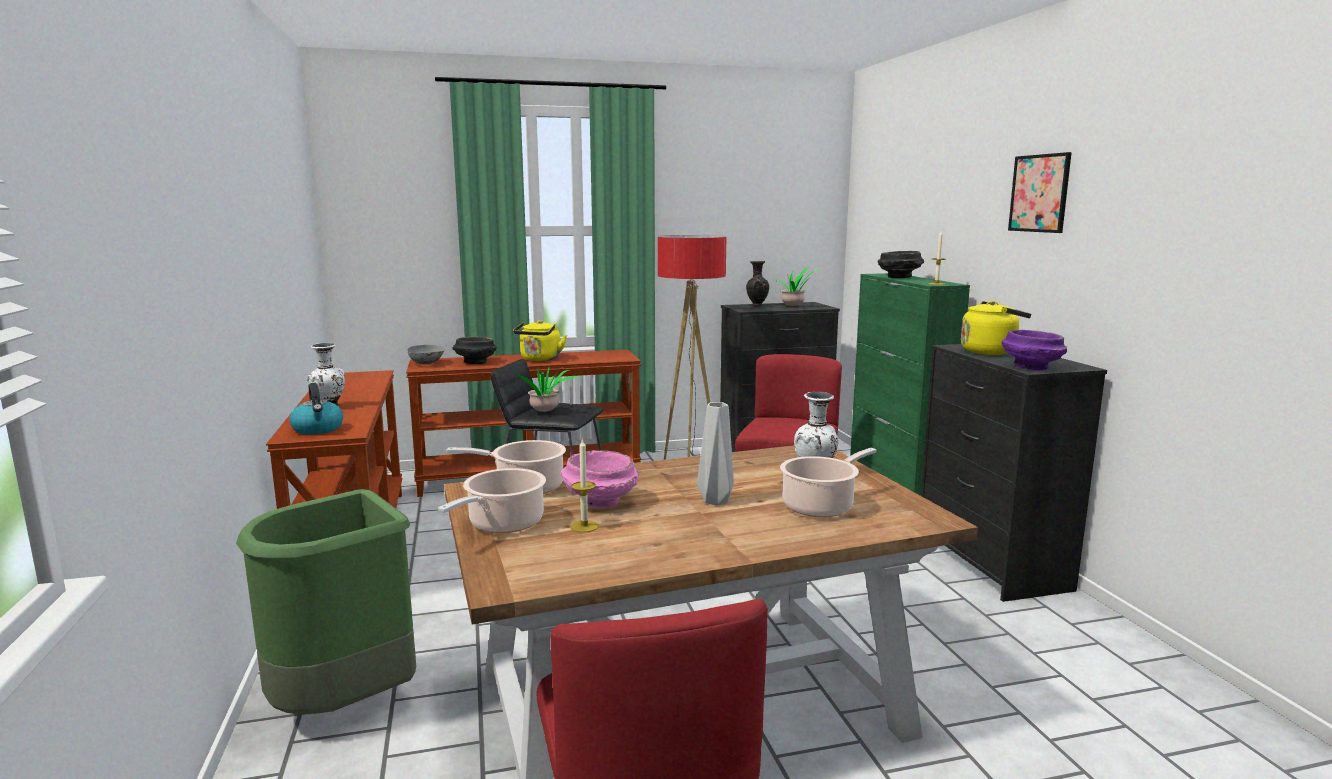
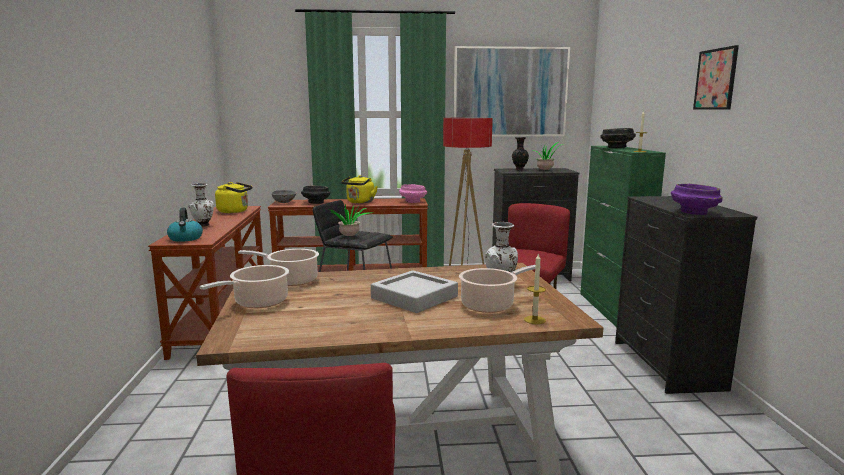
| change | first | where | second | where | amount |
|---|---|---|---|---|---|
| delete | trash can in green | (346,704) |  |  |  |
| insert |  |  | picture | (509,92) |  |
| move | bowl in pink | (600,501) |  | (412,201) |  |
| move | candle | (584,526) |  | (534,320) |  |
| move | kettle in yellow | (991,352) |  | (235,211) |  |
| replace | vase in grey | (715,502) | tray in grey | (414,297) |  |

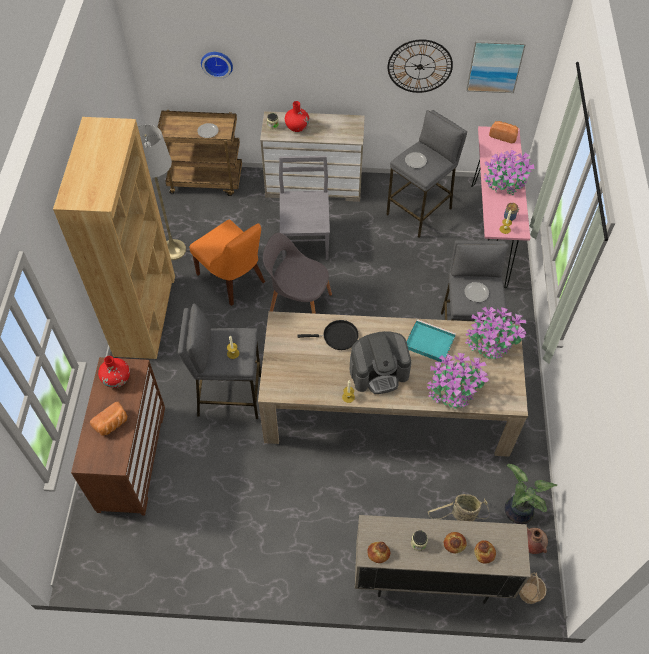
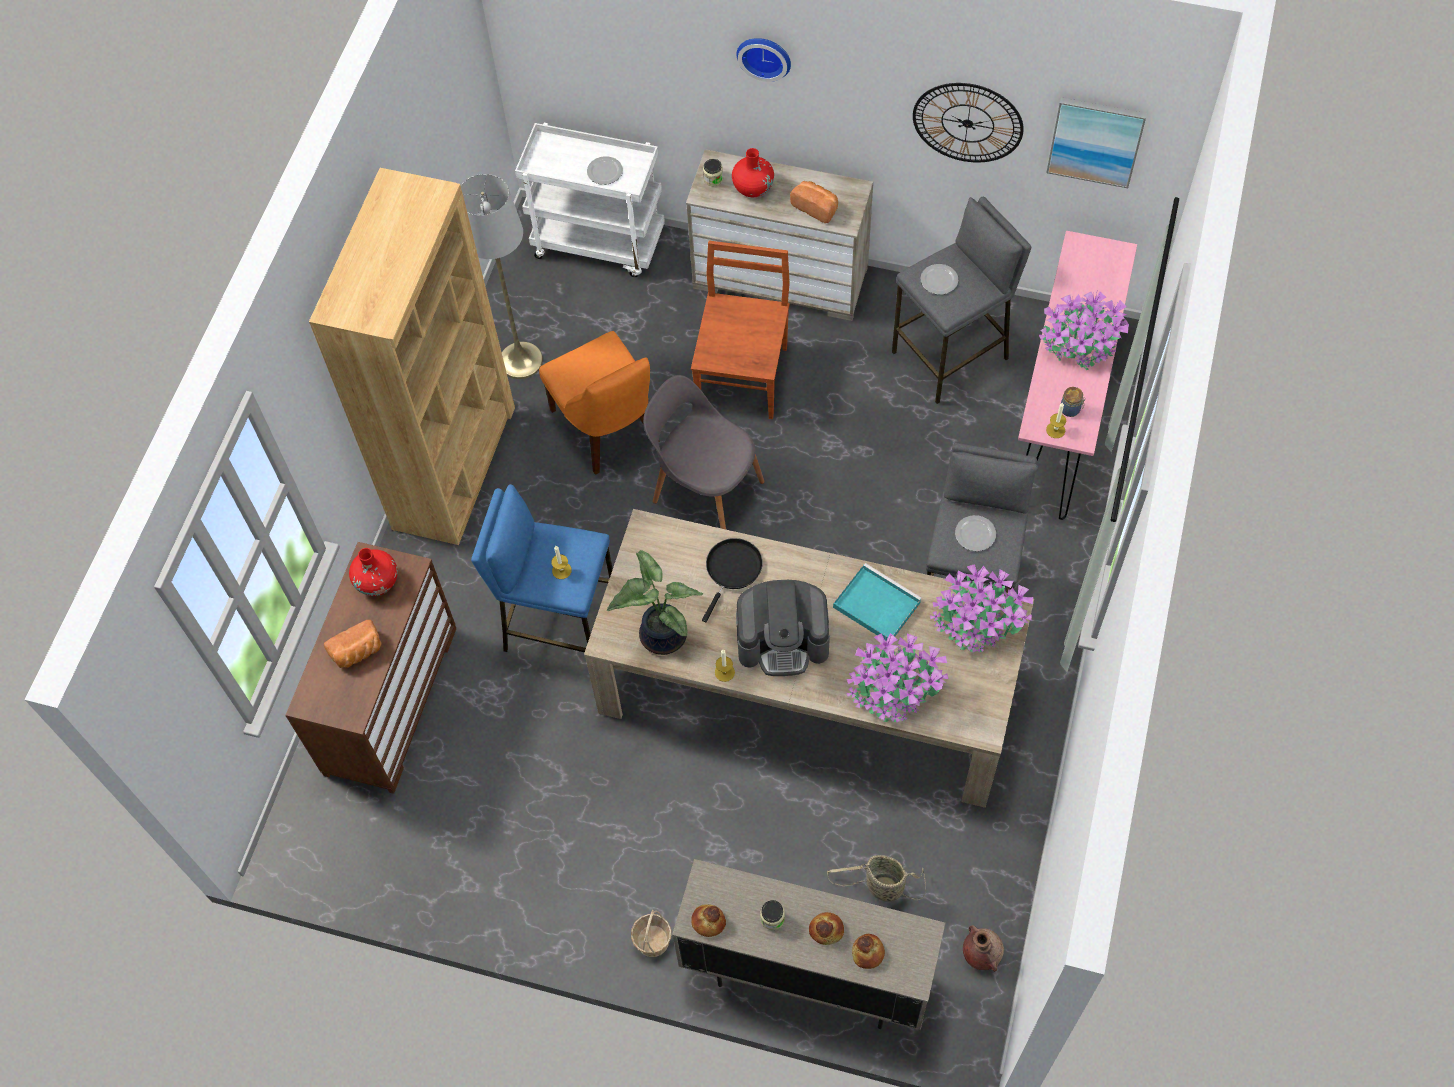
| change | first | where | second | where | amount |
|---|---|---|---|---|---|
| move | wall clock | (217,63) |  | (765,55) |  |
| move | bread | (503,136) |  | (816,207) |  |
| move | potted plant | (516,511) |  | (660,634) |  |
| move | basket | (529,593) |  | (652,941) |  |
| recolor | cart in brown | (206,181) | cart in white | (600,243) |  |
| recolor | stool in grey | (229,395) | stool in blue | (560,626) |  |
| recolor | chair in grey | (305,238) | chair in brown | (743,375) |  |
| rotate | frying pan in black | (337,337) |  | (732,570) | 75 degrees counterclockwise |

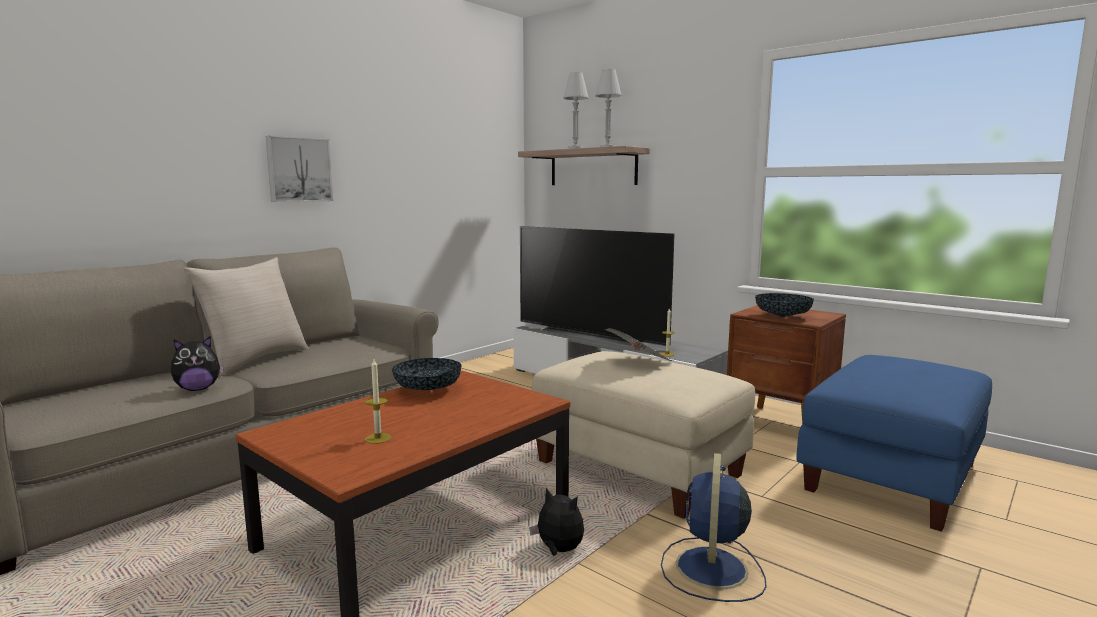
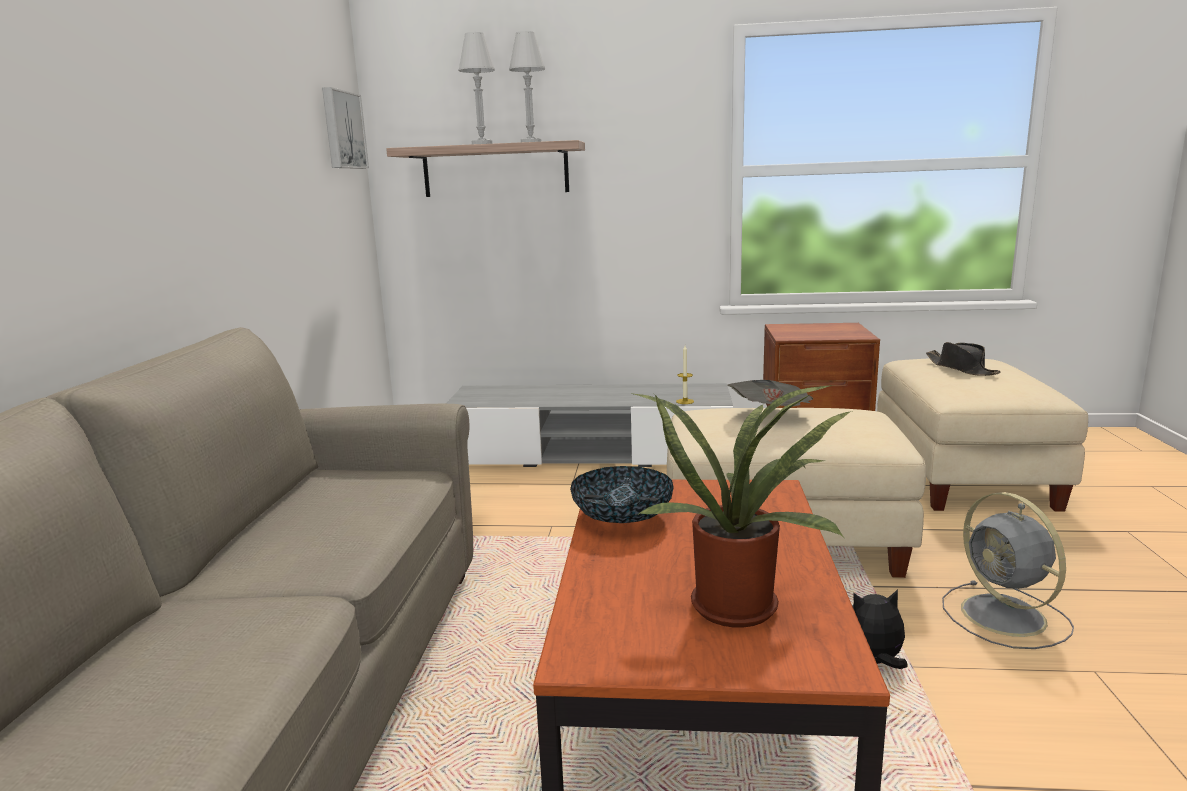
| change | first | where | second | where | amount |
|---|---|---|---|---|---|
| delete | plush toy | (198,389) |  |  |  |
| delete | pillow in beige | (255,360) |  |  |  |
| delete | television | (593,335) |  |  |  |
| delete | bowl | (782,317) |  |  |  |
| insert |  |  | hat in black | (961,368) |  |
| move | picture | (298,169) |  | (342,130) |  |
| replace | candle | (378,438) | potted plant | (738,603) |  |
| recolor | fan in blue | (711,570) | fan in grey | (1006,617) |  |
| recolor | ottoman in blue | (893,477) | ottoman in beige | (965,475) |  |

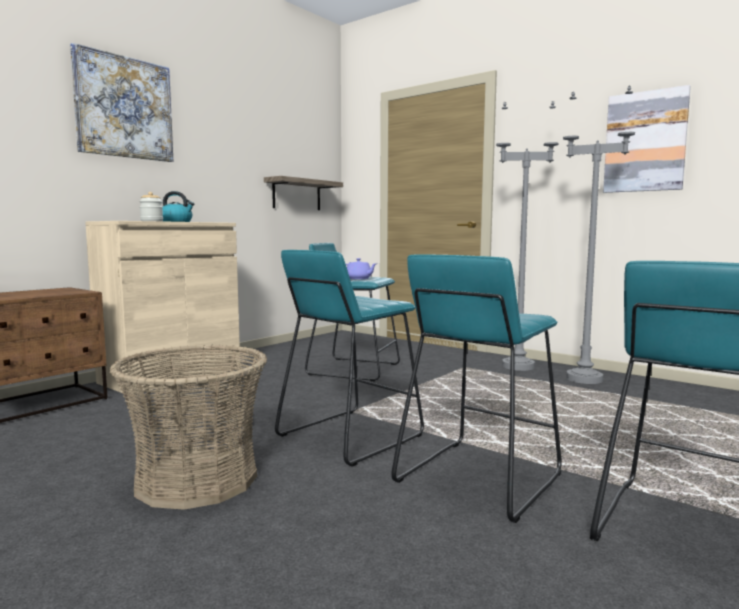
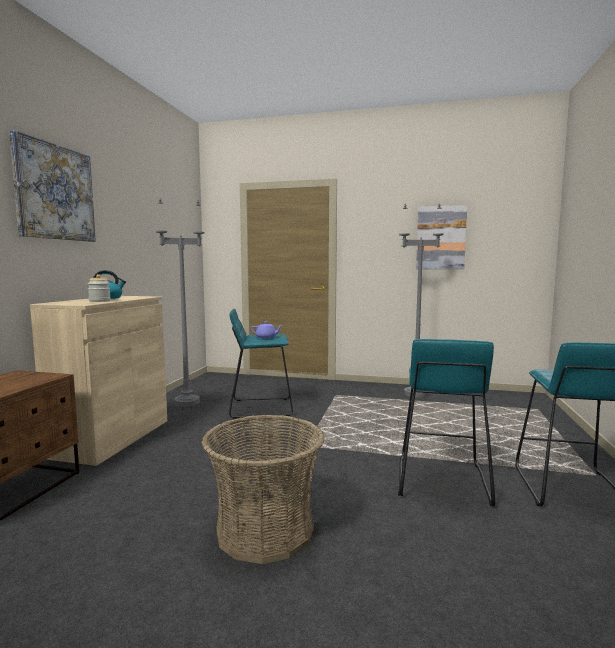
| change | first | where | second | where | amount |
|---|---|---|---|---|---|
| delete | shelf | (296,195) |  |  |  |
| delete | stool in turquoise | (349,435) |  |  |  |
| move | floor lamp in grey | (518,366) |  | (187,402) |  |

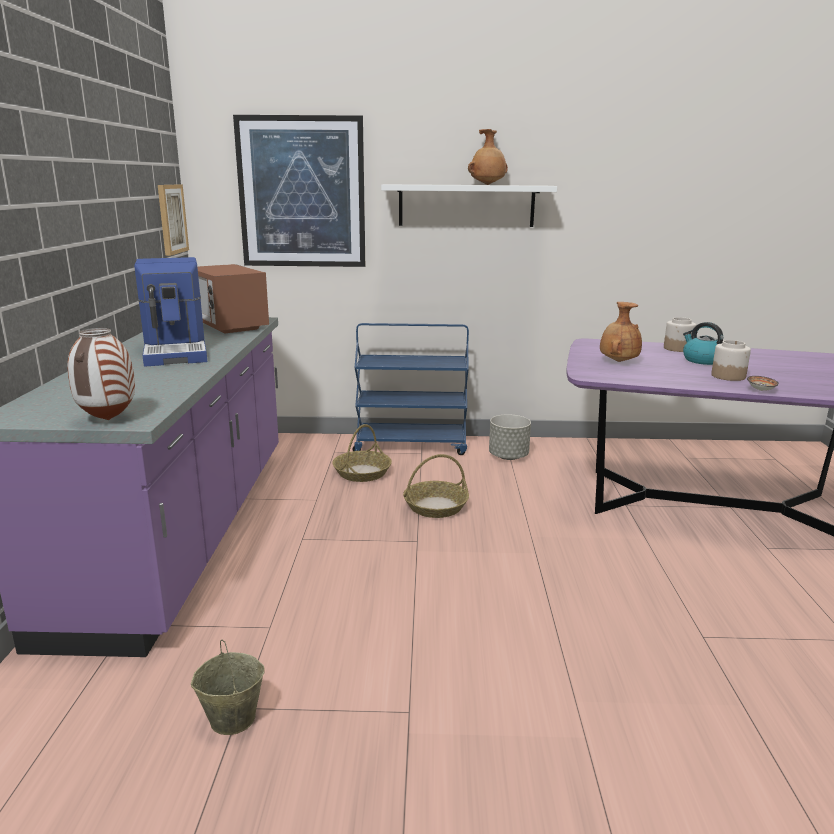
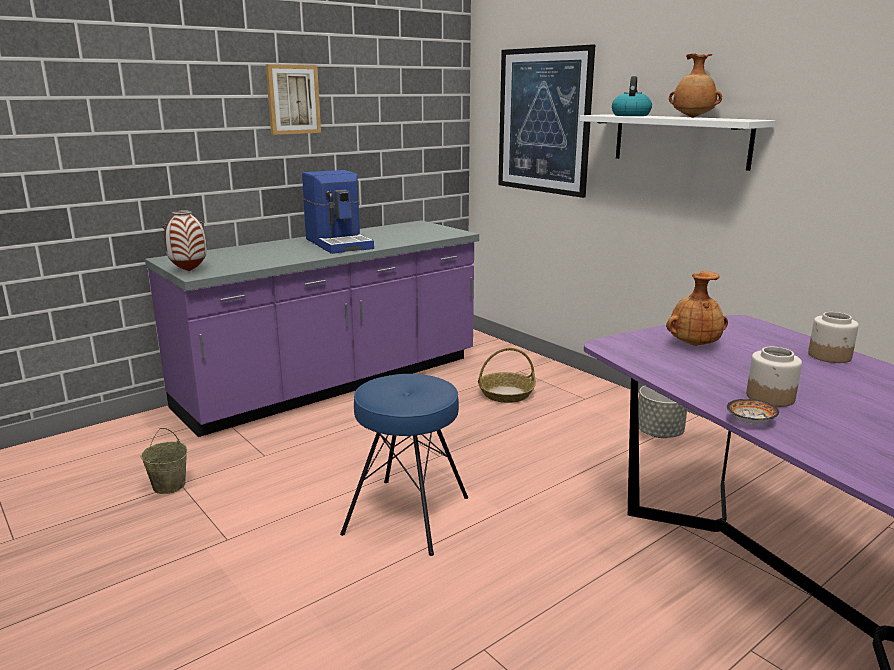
| change | first | where | second | where | amount |
|---|---|---|---|---|---|
| delete | microwave | (229,326) |  |  |  |
| delete | cart in blue | (411,445) |  |  |  |
| delete | basket | (436,506) |  |  |  |
| insert |  |  | stool in blue | (408,515) |  |
| move | picture | (171,219) |  | (293,99) |  |
| move | kettle | (702,360) |  | (630,115) |  |
| rotate | coffee machine | (177,352) |  | (339,243) | 60 degrees counterclockwise |

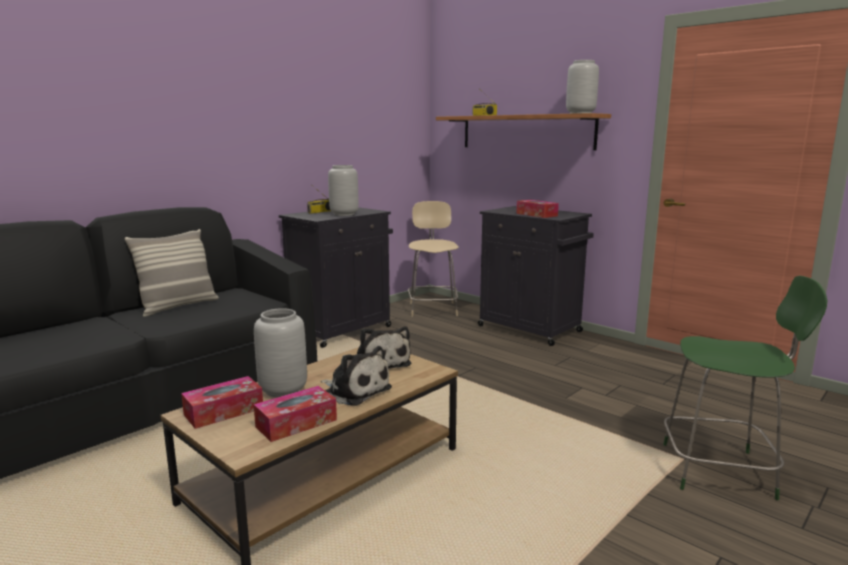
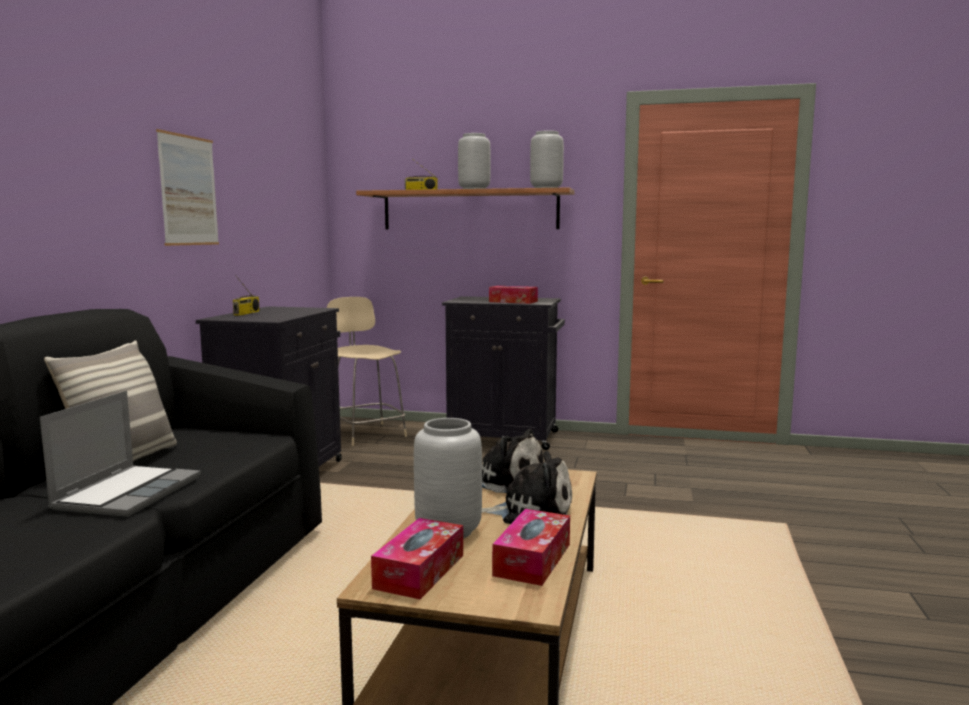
| change | first | where | second | where | amount |
|---|---|---|---|---|---|
| delete | stool in green | (721,470) |  |  |  |
| insert |  |  | laptop | (128,492) |  |
| insert |  |  | picture | (188,190) |  |
| move | vase in grey | (343,214) |  | (474,189) |  |

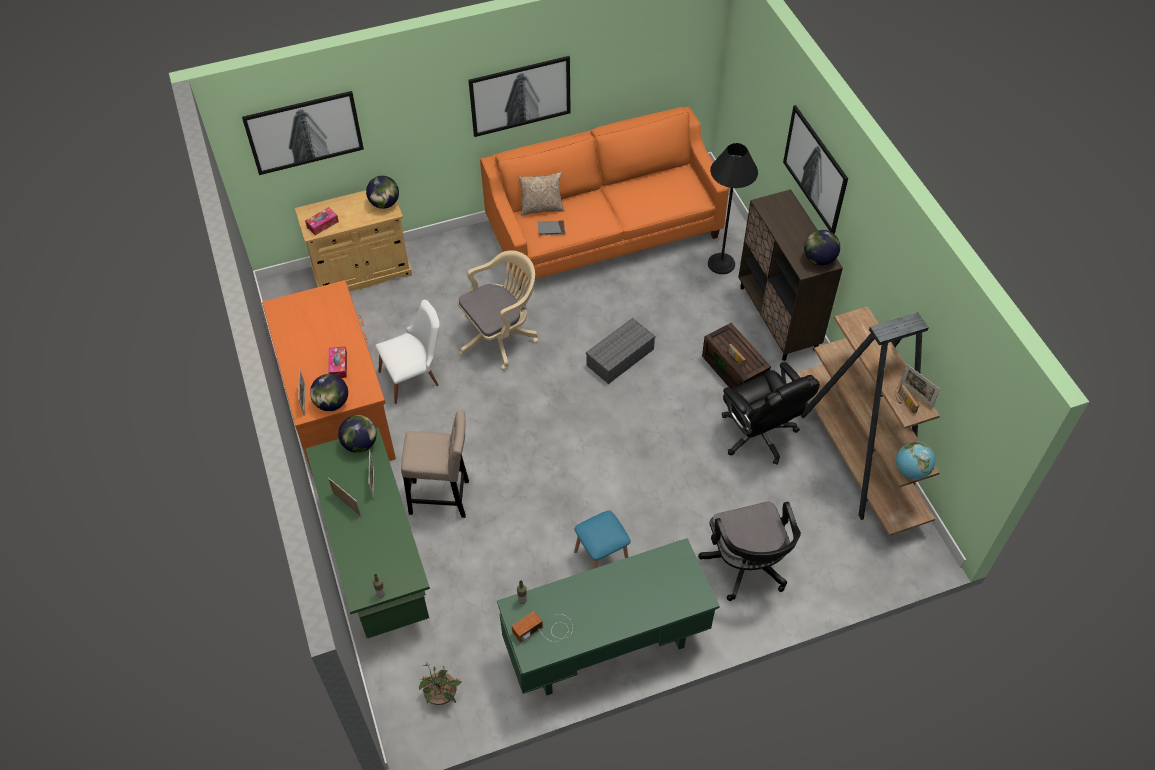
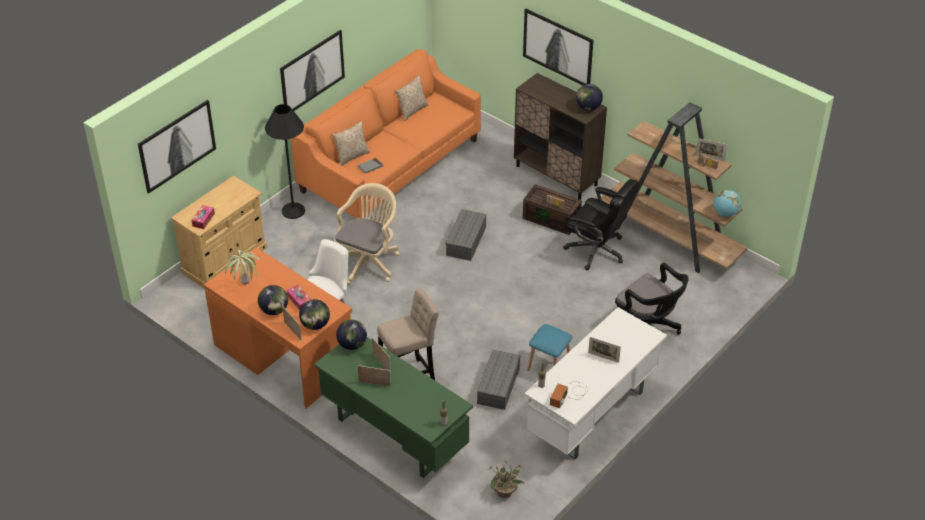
| change | first | where | second | where | amount |
|---|---|---|---|---|---|
| insert |  |  | potted plant | (245,290) |  |
| insert |  |  | pillow | (412,110) |  |
| insert |  |  | storage box in grey | (498,385) |  |
| insert |  |  | picture frame | (603,357) |  |
| move | globe | (384,203) |  | (274,310) |  |
| move | floor lamp in black | (721,264) |  | (293,211) |  |
| recolor | desk in green | (606,647) | desk in white | (592,415) |  |

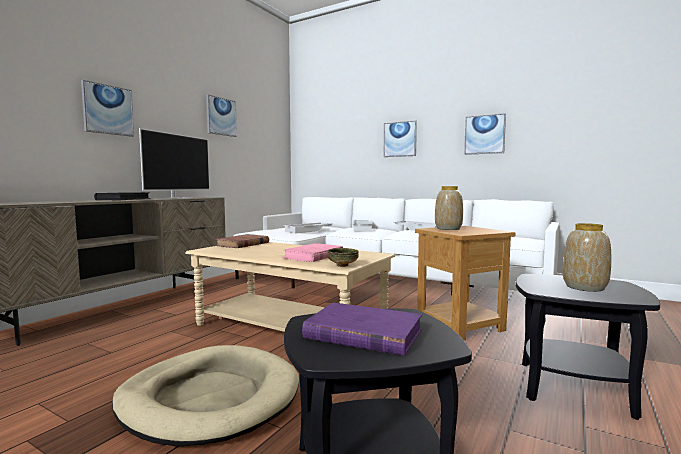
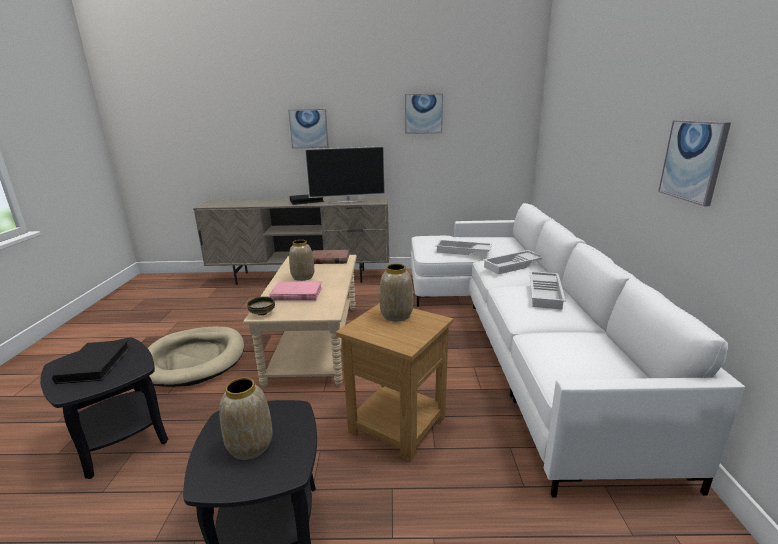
| change | first | where | second | where | amount |
|---|---|---|---|---|---|
| delete | picture | (400,139) |  |  |  |
| insert |  |  | vase | (303,277) |  |
| recolor | book in purple | (363,334) | book in black | (95,364) |  |

